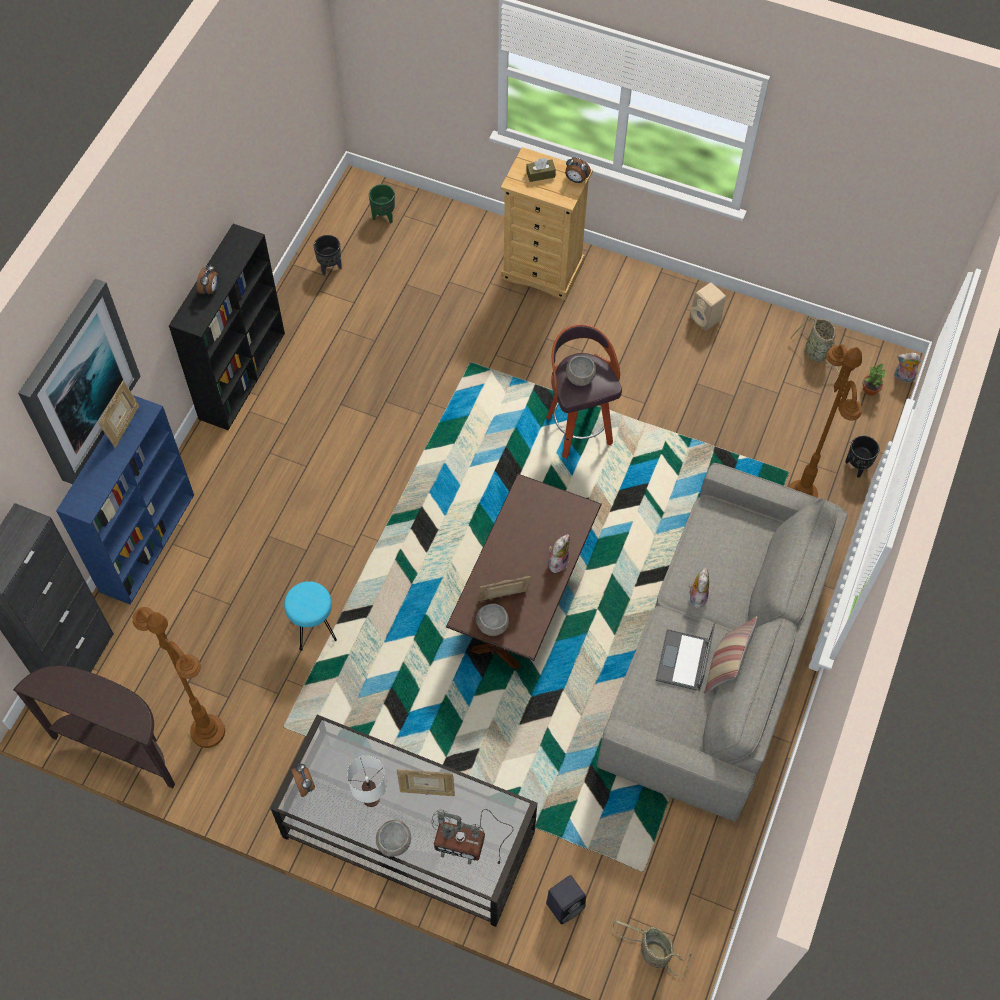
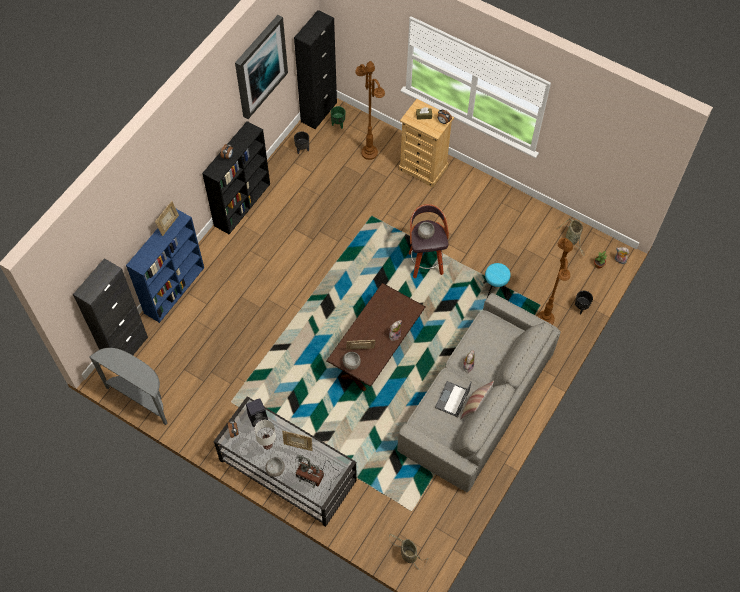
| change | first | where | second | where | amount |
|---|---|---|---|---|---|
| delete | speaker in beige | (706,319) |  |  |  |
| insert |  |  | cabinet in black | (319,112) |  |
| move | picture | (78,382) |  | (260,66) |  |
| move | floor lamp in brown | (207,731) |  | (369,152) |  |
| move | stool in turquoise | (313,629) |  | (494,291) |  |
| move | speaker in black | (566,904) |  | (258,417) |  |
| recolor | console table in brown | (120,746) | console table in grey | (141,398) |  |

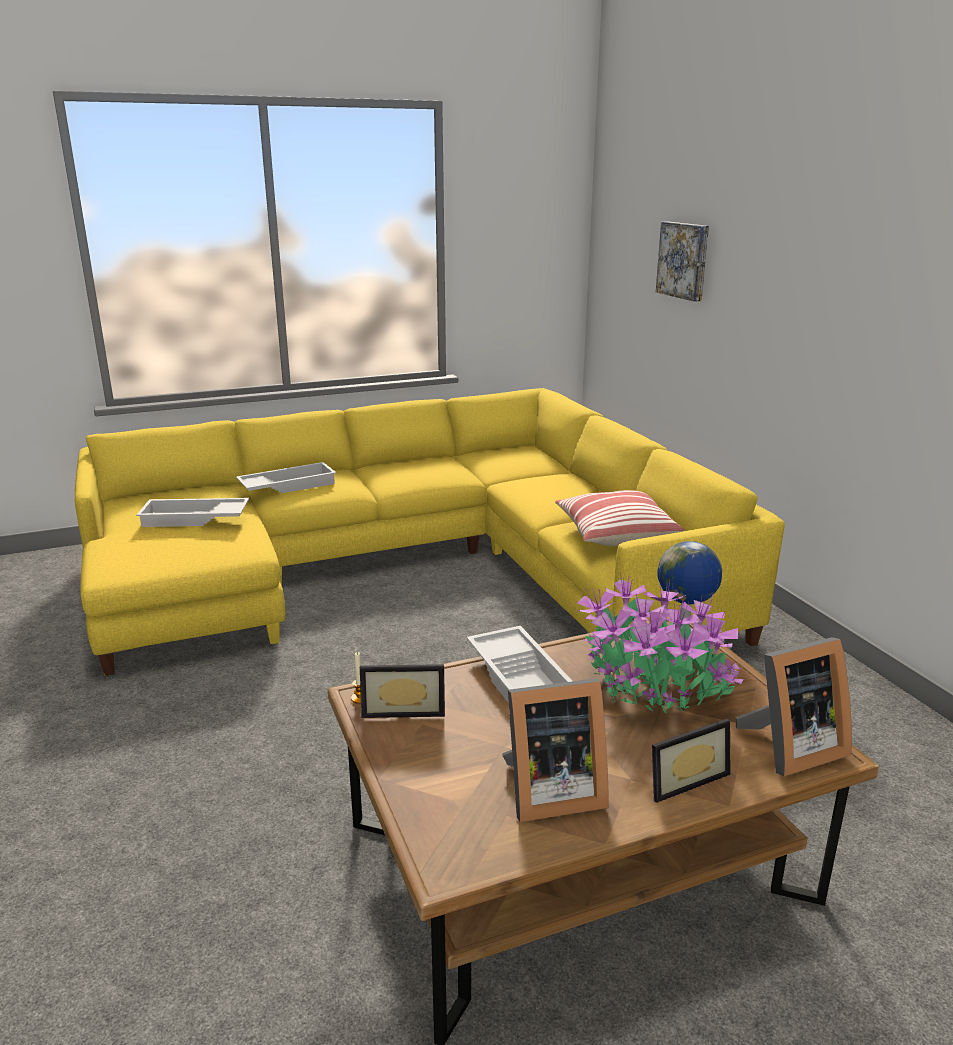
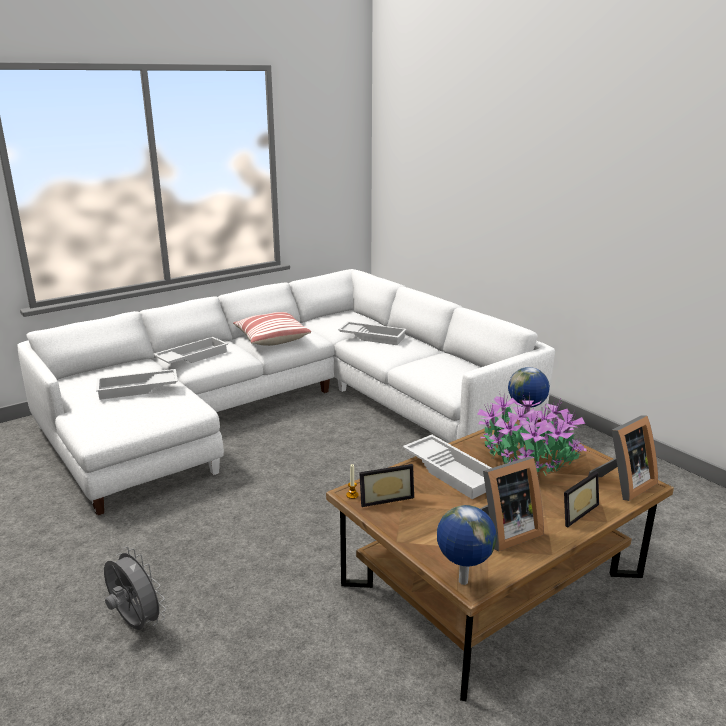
| change | first | where | second | where | amount |
|---|---|---|---|---|---|
| delete | picture | (684,260) |  |  |  |
| insert |  |  | fan in grey | (135,623) |  |
| insert |  |  | tray in white | (373,337) |  |
| insert |  |  | globe | (462,582) |  |
| move | pillow | (614,534) |  | (271,339) |  |
| recolor | sofa in yellow | (413,567) | sofa in white | (288,407) |  |

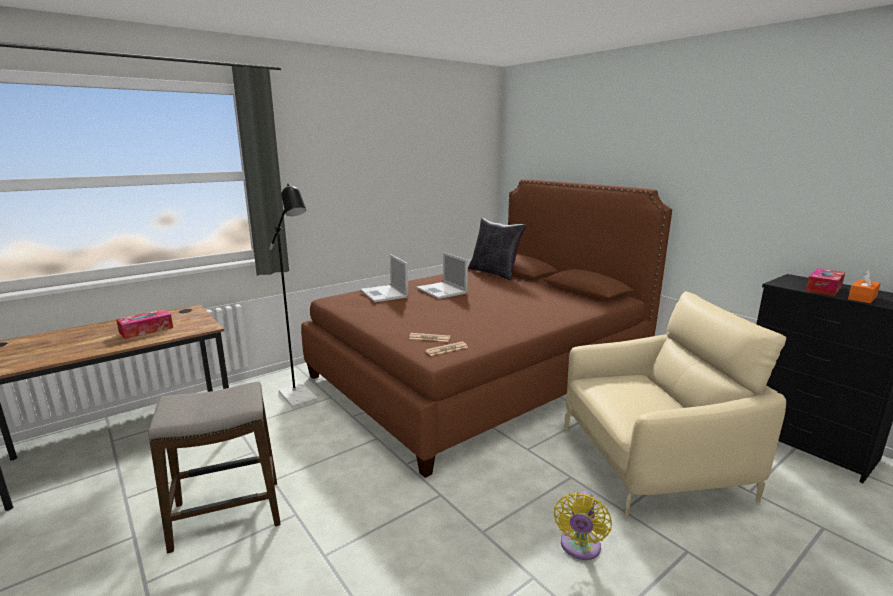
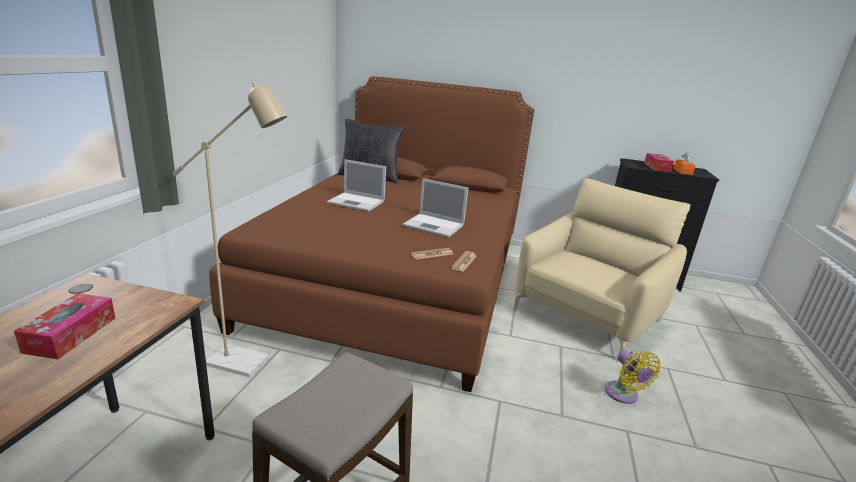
| change | first | where | second | where | amount |
|---|---|---|---|---|---|
| move | laptop | (384,294) |  | (434,226) |  |
| recolor | floor lamp in black | (301,399) | floor lamp in beige | (247,363) |  |

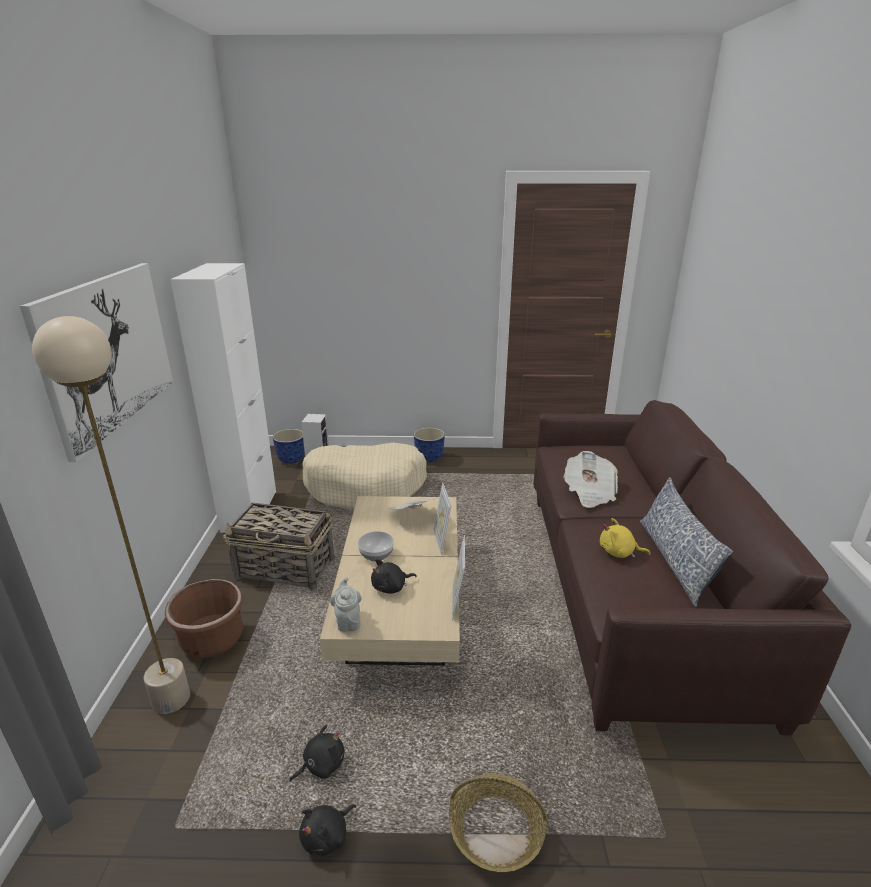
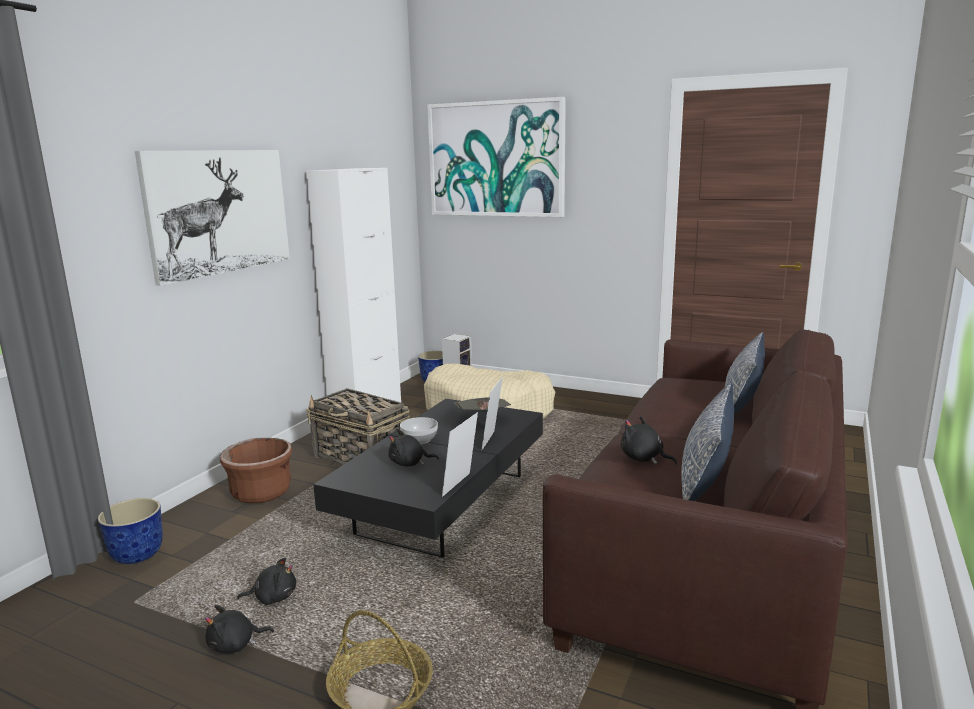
| change | first | where | second | where | amount |
|---|---|---|---|---|---|
| delete | floor lamp in beige | (171,699) |  |  |  |
| delete | teapot in grey | (348,621) |  |  |  |
| delete | newspaper | (589,493) |  |  |  |
| insert |  |  | picture | (496,159) |  |
| insert |  |  | pillow | (742,400) |  |
| move | planter | (429,458) |  | (137,556) |  |
| recolor | coffee table in beige | (402,604) | coffee table in black | (444,505) |  |
| recolor | plush toy in yellow | (619,552) | plush toy in black | (643,458) |  |

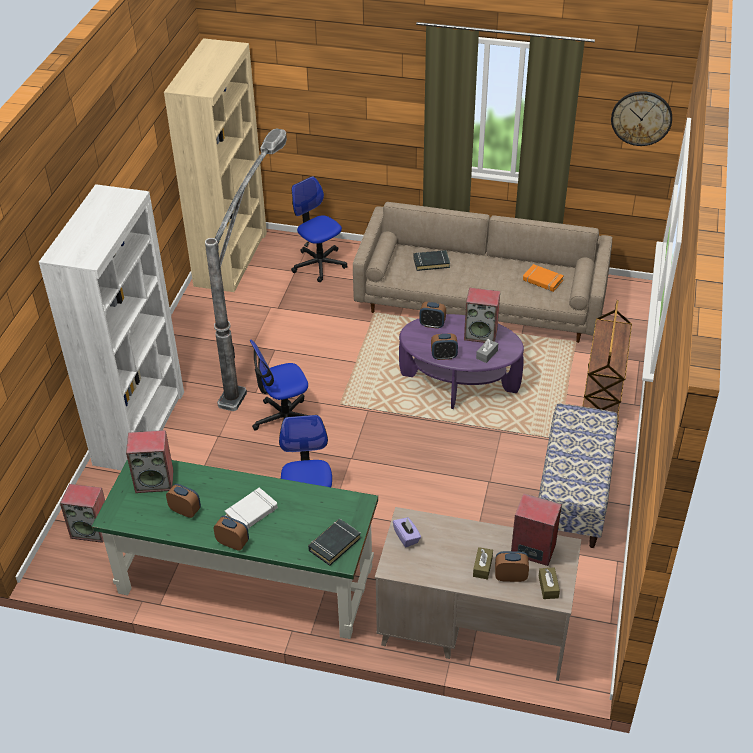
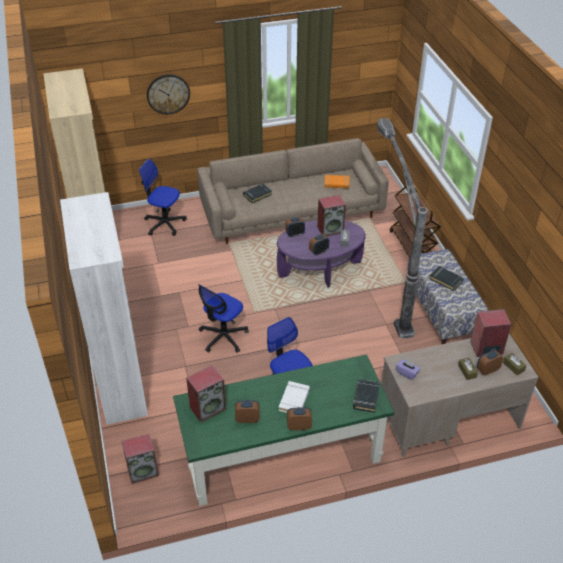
| change | first | where | second | where | amount |
|---|---|---|---|---|---|
| insert |  |  | book in black | (446,280) |  |
| move | floor lamp | (261,350) |  | (387,289) |  |
| move | wall clock | (641,118) |  | (168,94) |  |

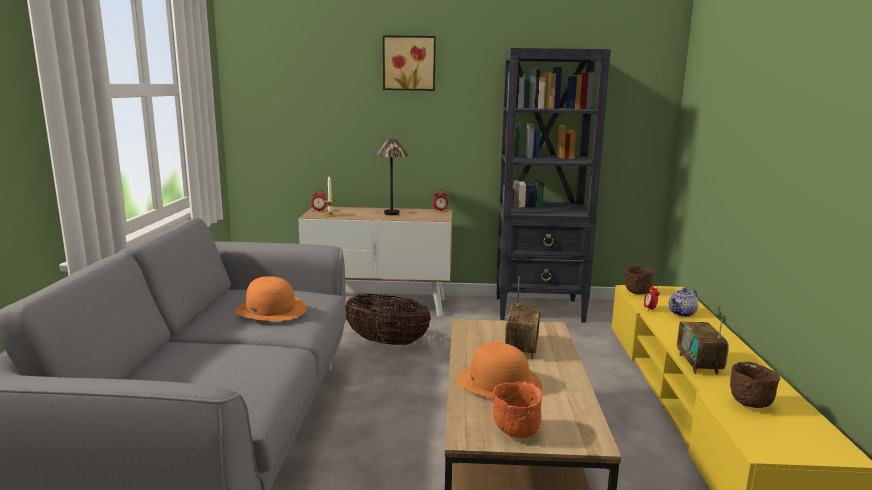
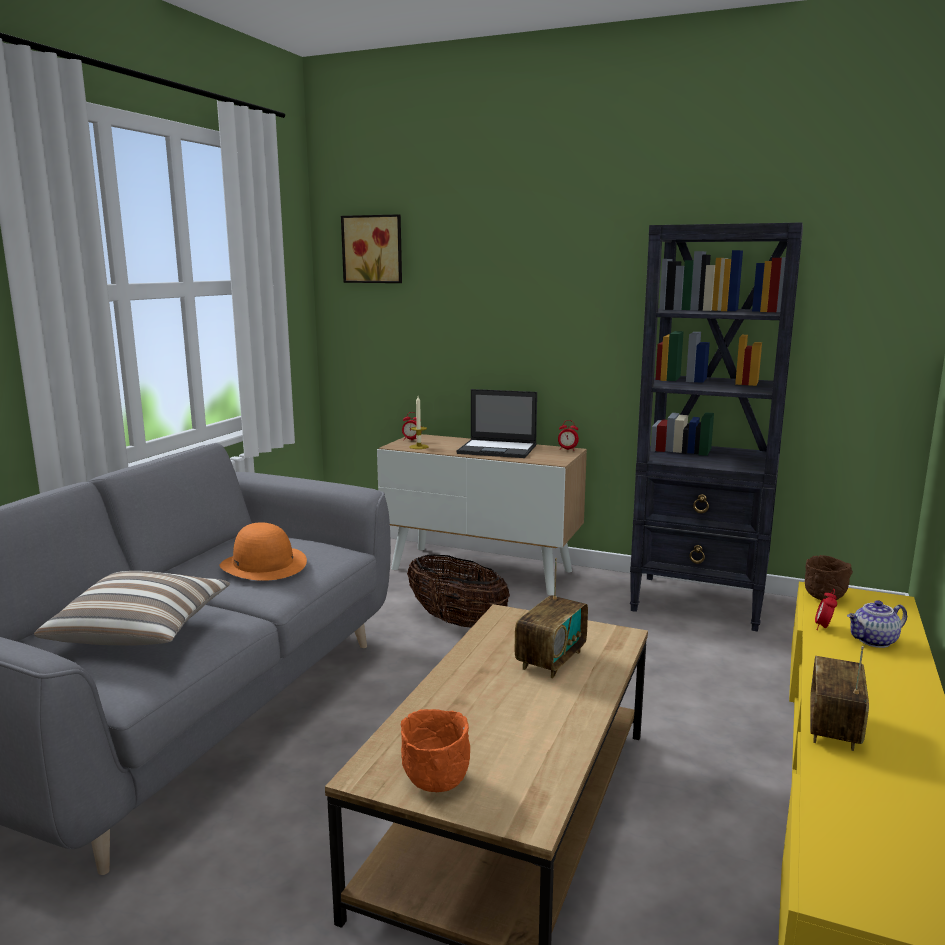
| change | first | where | second | where | amount |
|---|---|---|---|---|---|
| delete | hat in orange | (498,382) |  |  |  |
| delete | bowl in brown | (749,404) |  |  |  |
| insert |  |  | pillow | (142,633) |  |
| move | picture | (409,63) |  | (373,249) |  |
| replace | table lamp | (392,213) | laptop | (498,449) |  |

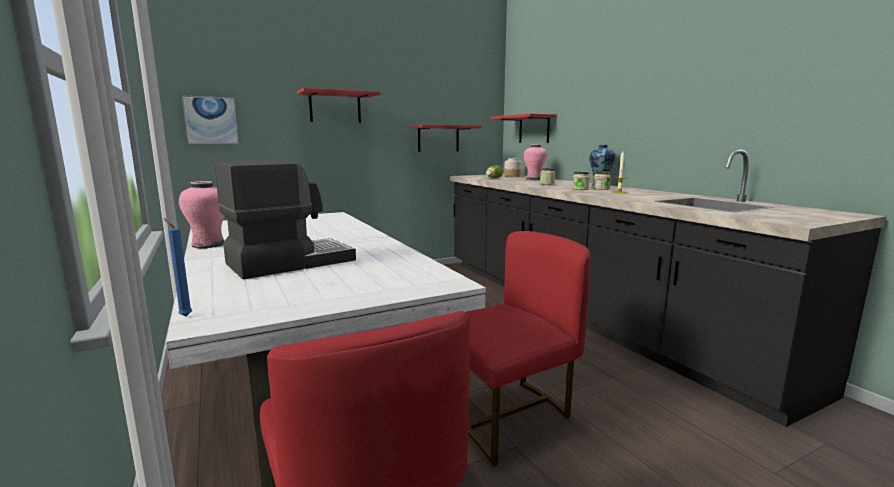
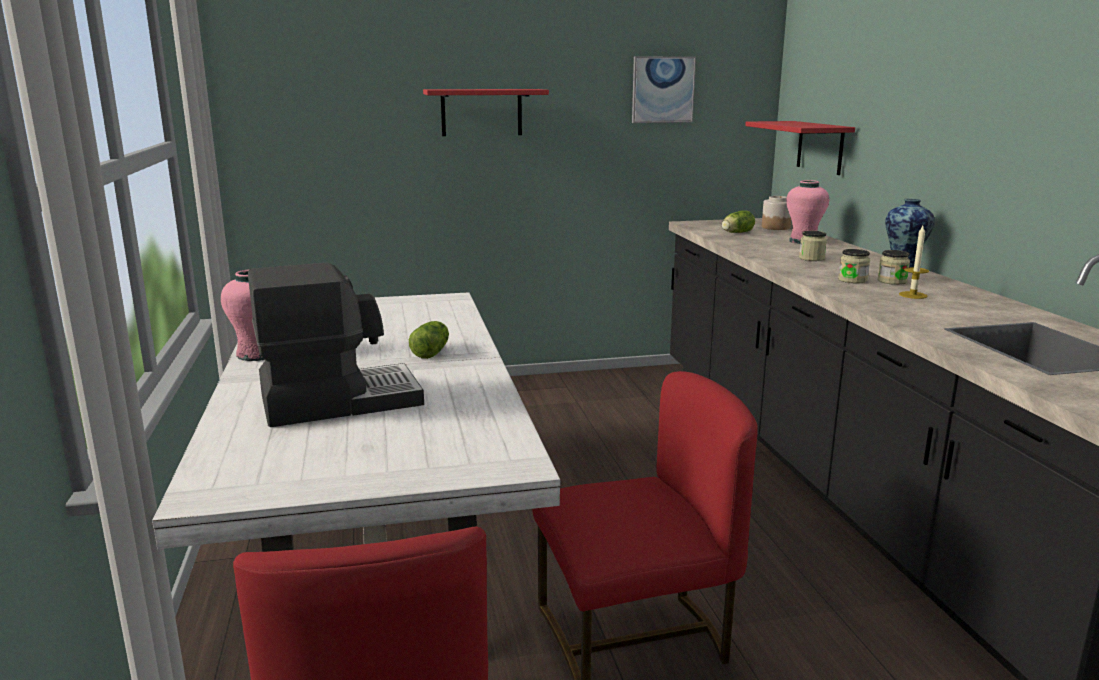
| change | first | where | second | where | amount |
|---|---|---|---|---|---|
| delete | candle in blue | (184,316) |  |  |  |
| delete | shelf in red | (438,138) |  |  |  |
| insert |  |  | lettuce | (432,352) |  |
| move | picture | (211,120) |  | (662,90) |  |

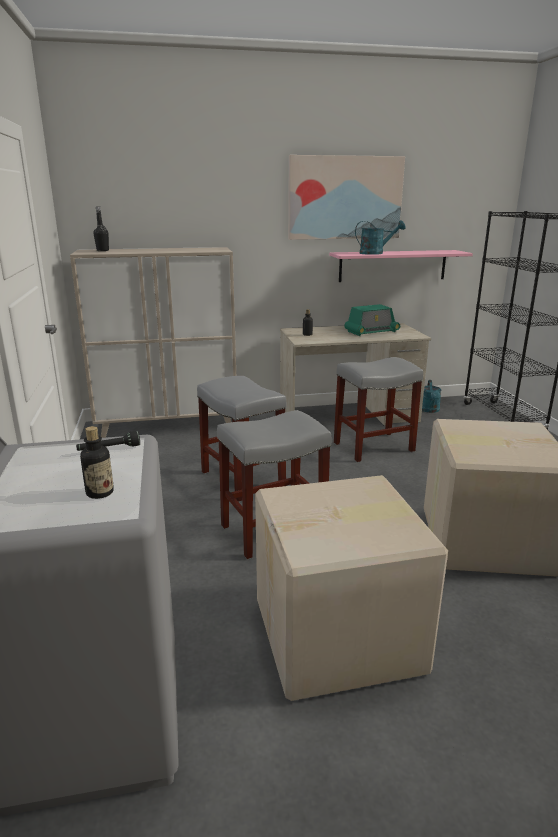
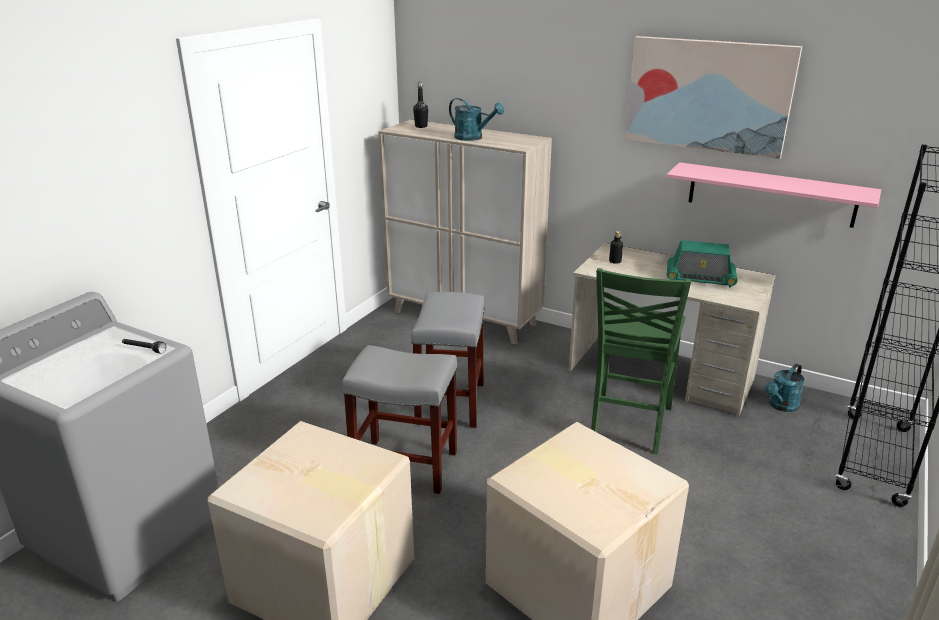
| change | first | where | second | where | amount |
|---|---|---|---|---|---|
| delete | bottle | (100,493) |  |  |  |
| move | watering can in turquoise | (376,253) |  | (473,138) |  |
| replace | stool in grey | (373,447) | chair in green | (628,425) |  |

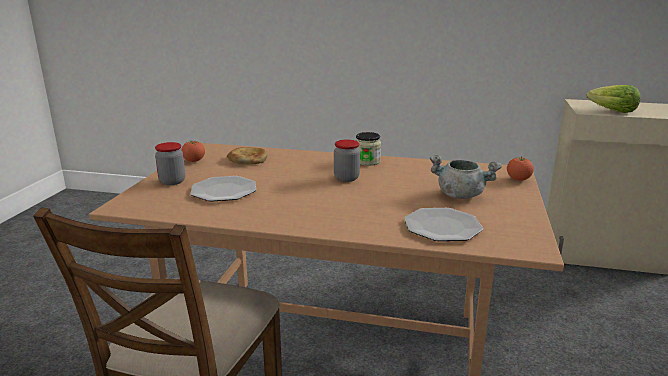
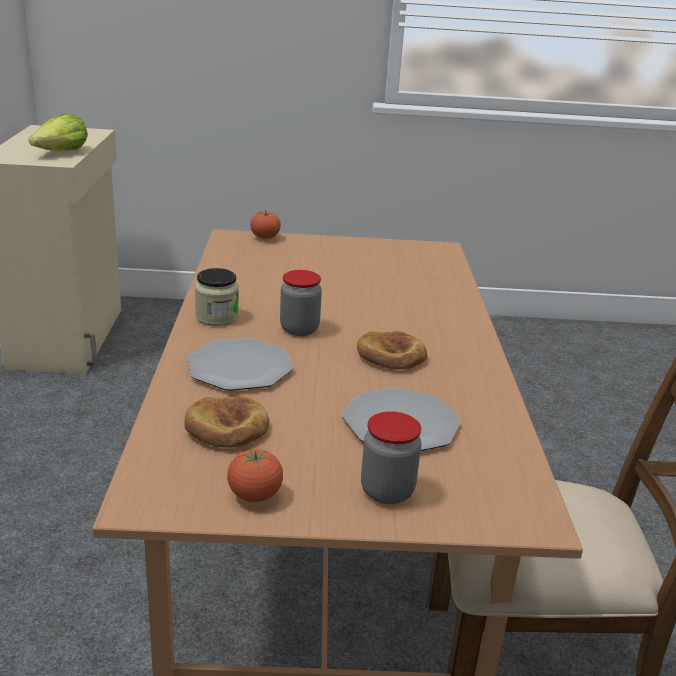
| change | first | where | second | where | amount |
|---|---|---|---|---|---|
| delete | cooking pot in grey | (461,195) |  |  |  |
| insert |  |  | bread | (391,355) |  |
| move | plate | (442,226) |  | (240,367) |  |

